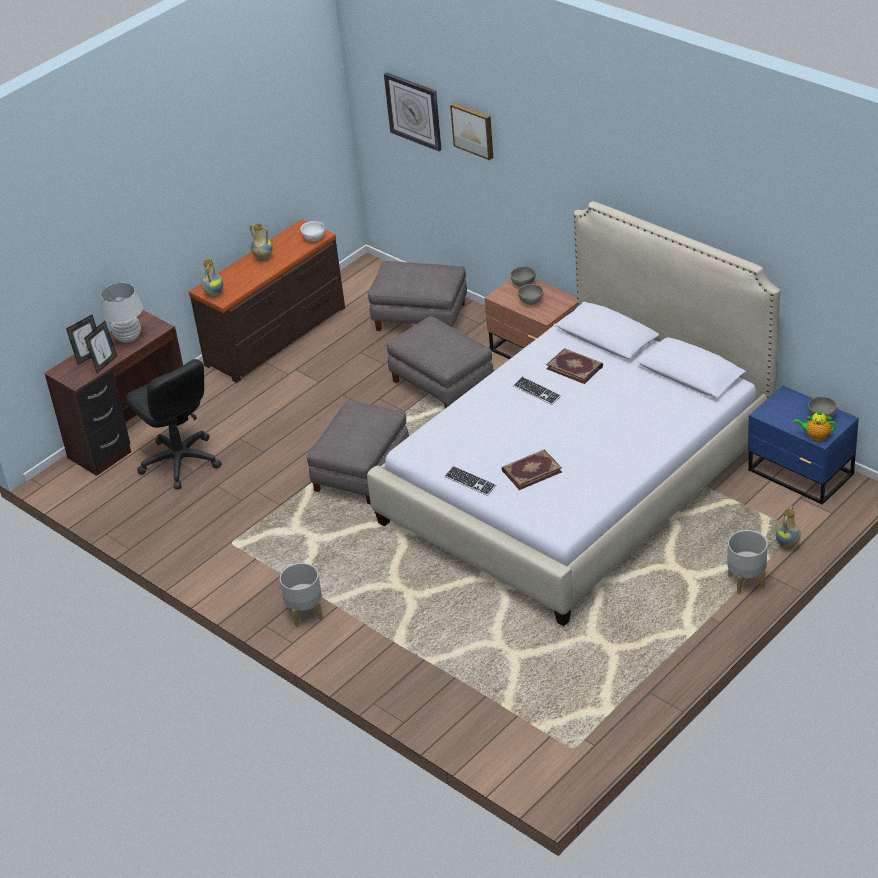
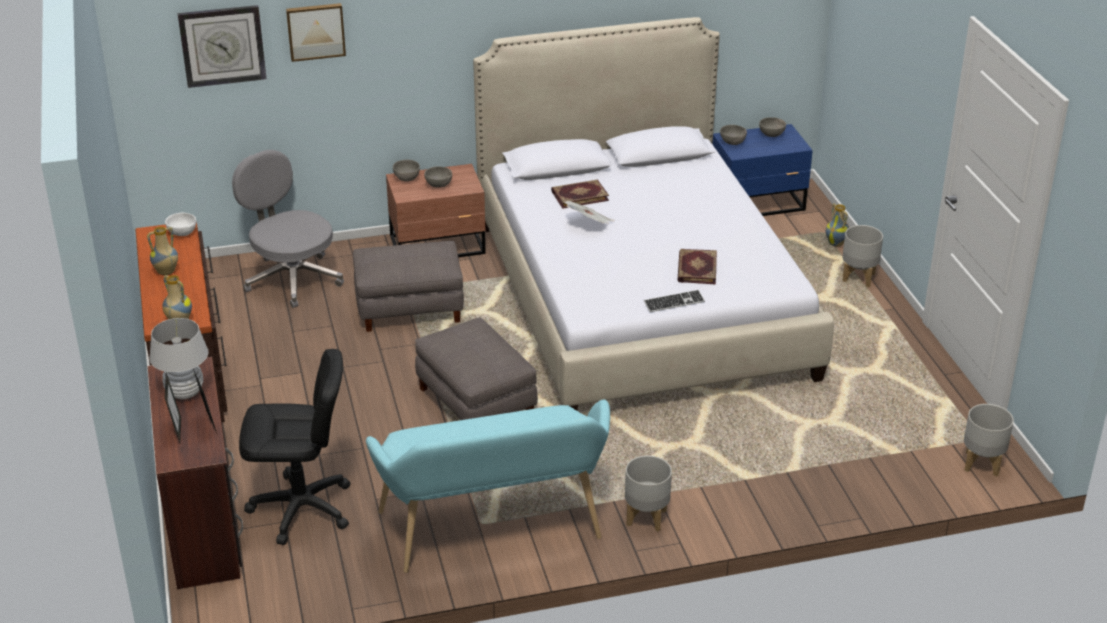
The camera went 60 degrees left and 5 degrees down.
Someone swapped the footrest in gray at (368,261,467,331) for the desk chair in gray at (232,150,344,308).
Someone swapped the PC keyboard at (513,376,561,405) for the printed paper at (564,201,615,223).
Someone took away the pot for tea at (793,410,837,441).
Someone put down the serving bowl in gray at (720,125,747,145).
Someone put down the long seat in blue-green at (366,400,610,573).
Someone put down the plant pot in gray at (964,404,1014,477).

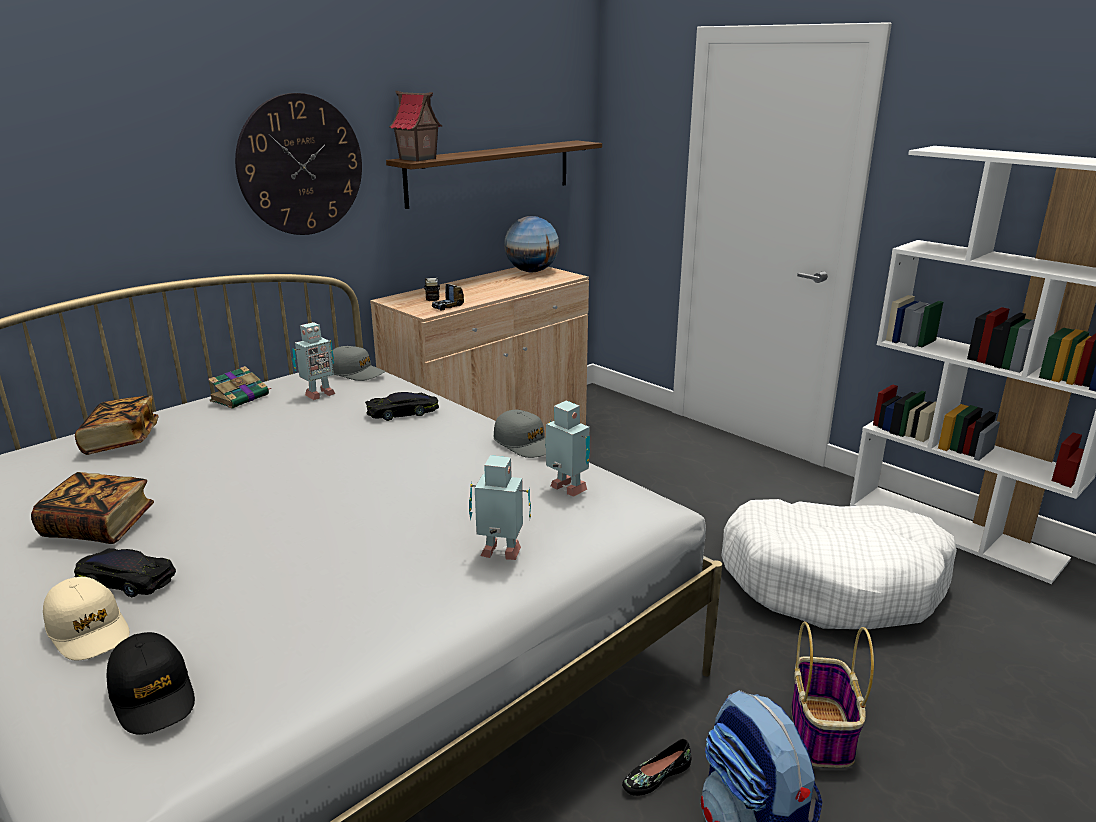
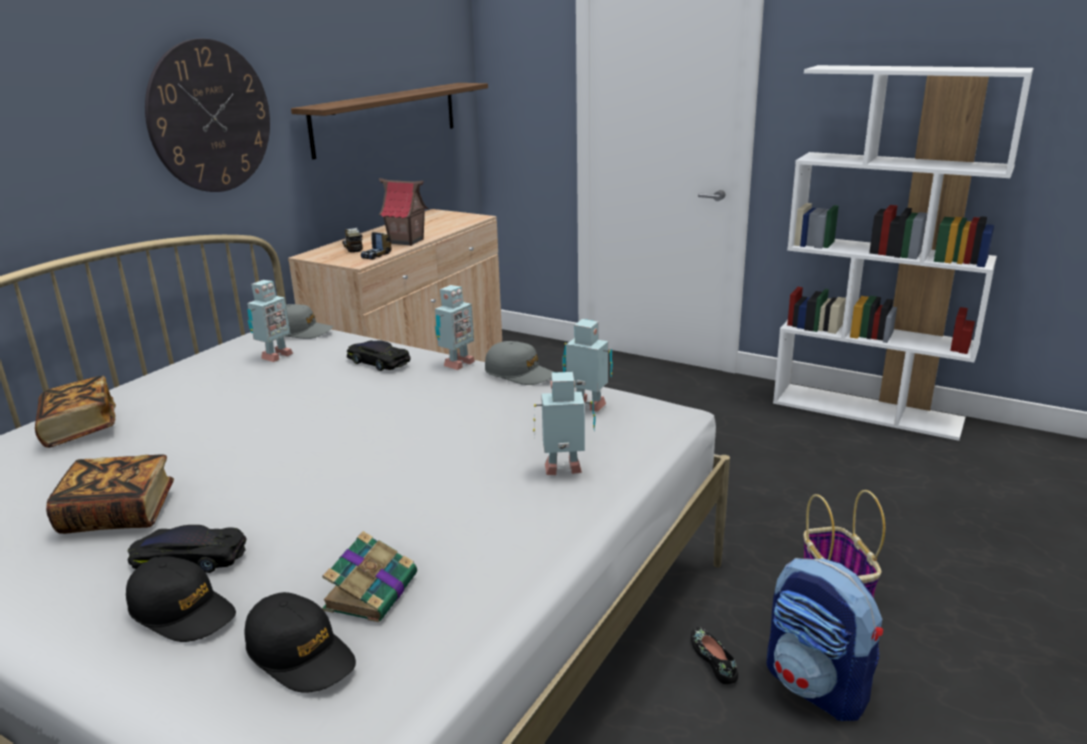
The camera went 15 degrees left and 0 degrees up.
Someone carried the model house from (389,91,443,162) to (379,178,428,246).
Someone took away the world globe at (504,216,559,272).
Someone carried the bound book from (208,366,272,409) to (322,531,417,622).
Someone rotated the model car in black-coloured at (365,392,439,421) by 105 degrees counterclockwise.
Someone took away the dog bed in whitish at (721,499,957,629).
Someone repainted the cap in beige-coloured at (43,577,130,661), which became the cap in black-coloured at (126,556,236,642).
Someone rotated the shoe in black-coloured at (622,739,692,796) by 120 degrees clockwise.
Someone put down the model robot at (435,285,475,370).

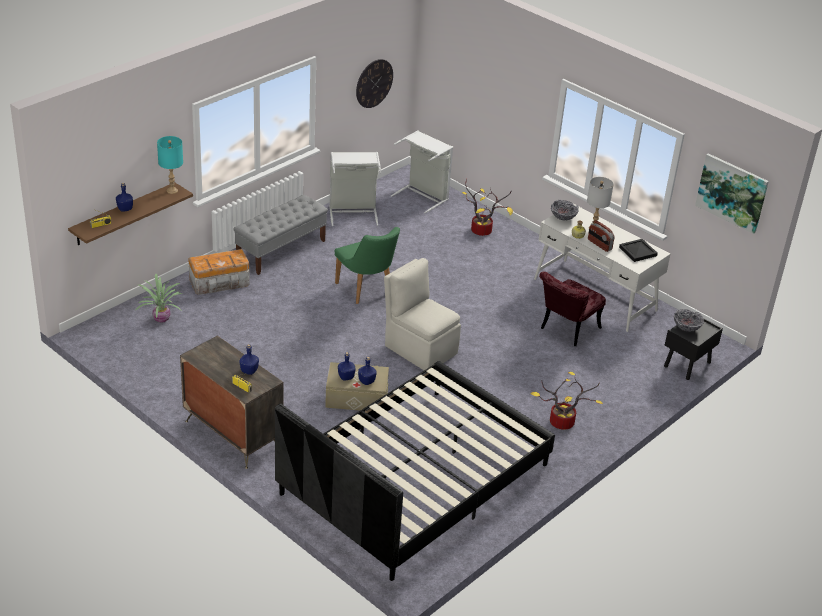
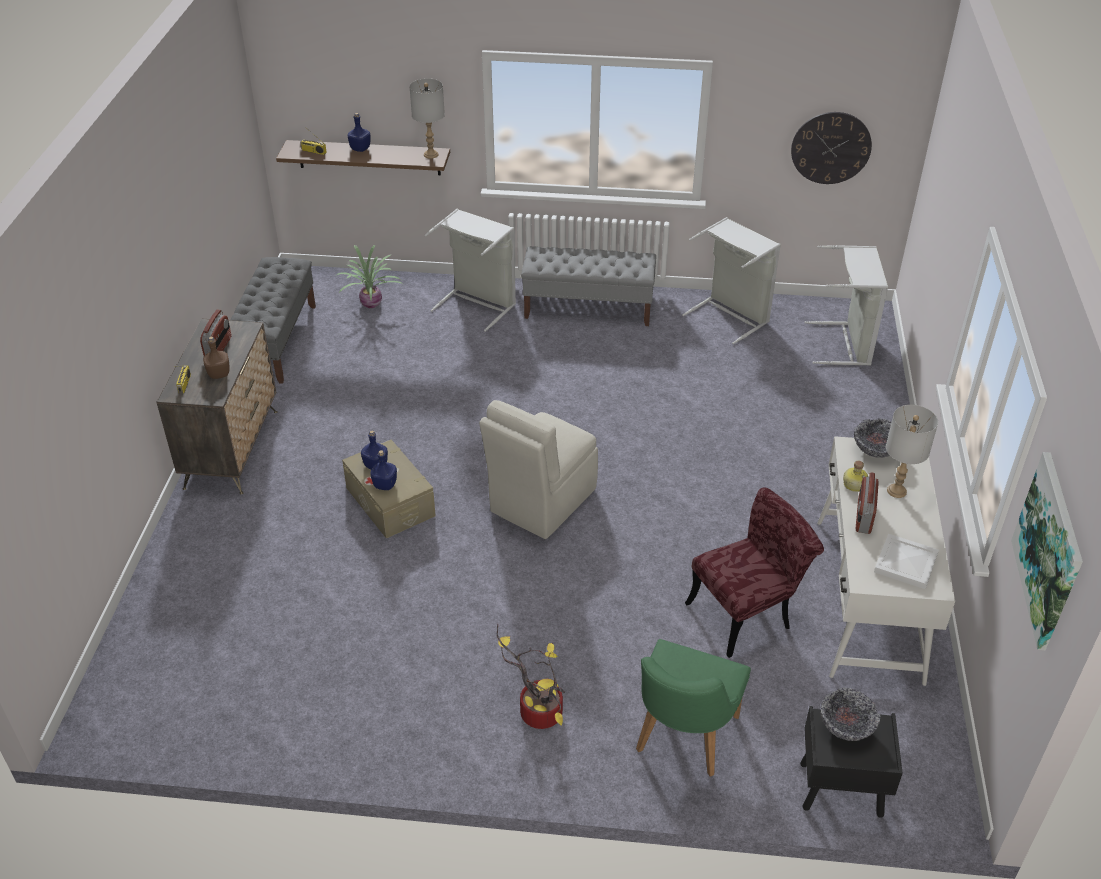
The camera went 55 degrees right and 5 degrees up.
Someone repainted the table lamp in blue-green at (157,136,183,194), which became the table lamp in gray at (409,78,445,159).
Someone took away the plant in a pot at (462,179,513,236).
Someone carried the plain chair in green from (335,227,400,304) to (636,639,751,776).
Someone repainted the carrying tray in black-coloured at (619,239,658,262), which became the carrying tray in whitish at (874,534,939,589).
Someone swapped the storage box at (188,249,250,295) for the washing basket in gray at (424,209,516,332).
Someone rotated the plain chair in beige-coloured at (384,258,461,370) by 150 degrees counterclockwise.
Someone rotated the plain chair in red-coloured at (539,272,606,346) by 150 degrees clockwise.
Someone repainted the beverage bottle in blue-coloured at (240,344,259,375), which became the beverage bottle in brown at (203,337,230,379).
Someone took away the sleeping bed in black-coloured at (275,361,555,581).
Someone put down the long seat in gray at (230,257,316,384).
Someone put down the radio set at (200,309,231,356).

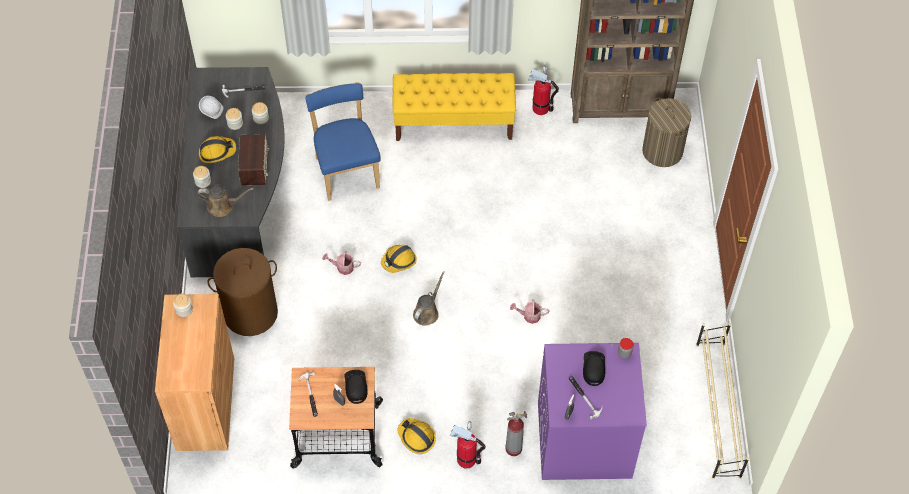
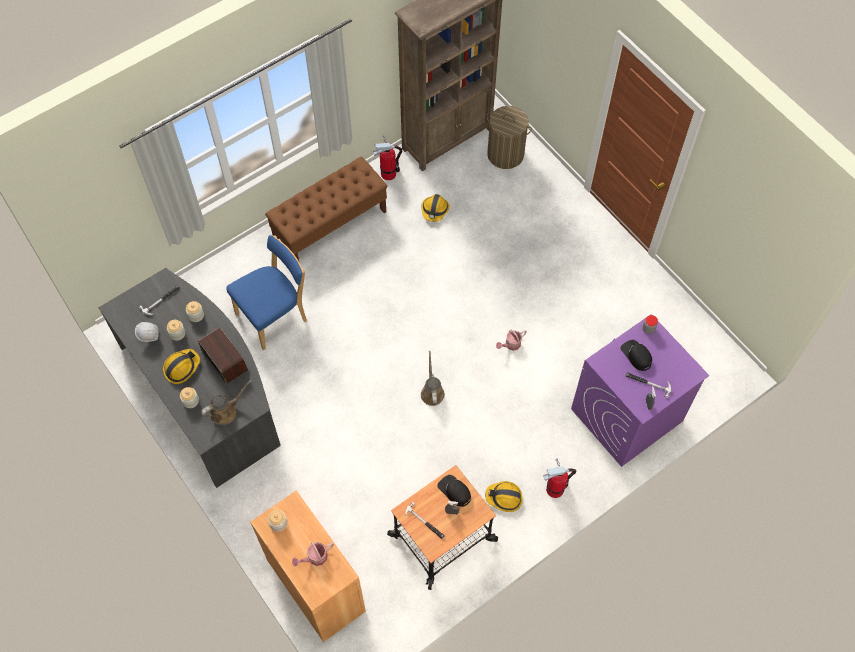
The camera went 35 degrees left and 5 degrees up.
Someone repainted the long seat in yellowish at (393,73,516,141), which became the long seat in brown at (265,156,387,261).
Someone rotated the plain chair in blue-coloured at (305,82,380,201) by 105 degrees clockwise.
Someone carried the hard hat from (381,245,417,273) to (421,194,449,222).
Someone took away the washing basket in brown at (207,248,278,336).
Someone carried the watering can from (322,251,361,275) to (292,542,334,566).
Someone took away the shoe stand in beige-coloured at (696,323,749,479).
Someone took away the fire-fighting cylinder at (506,411,527,456).

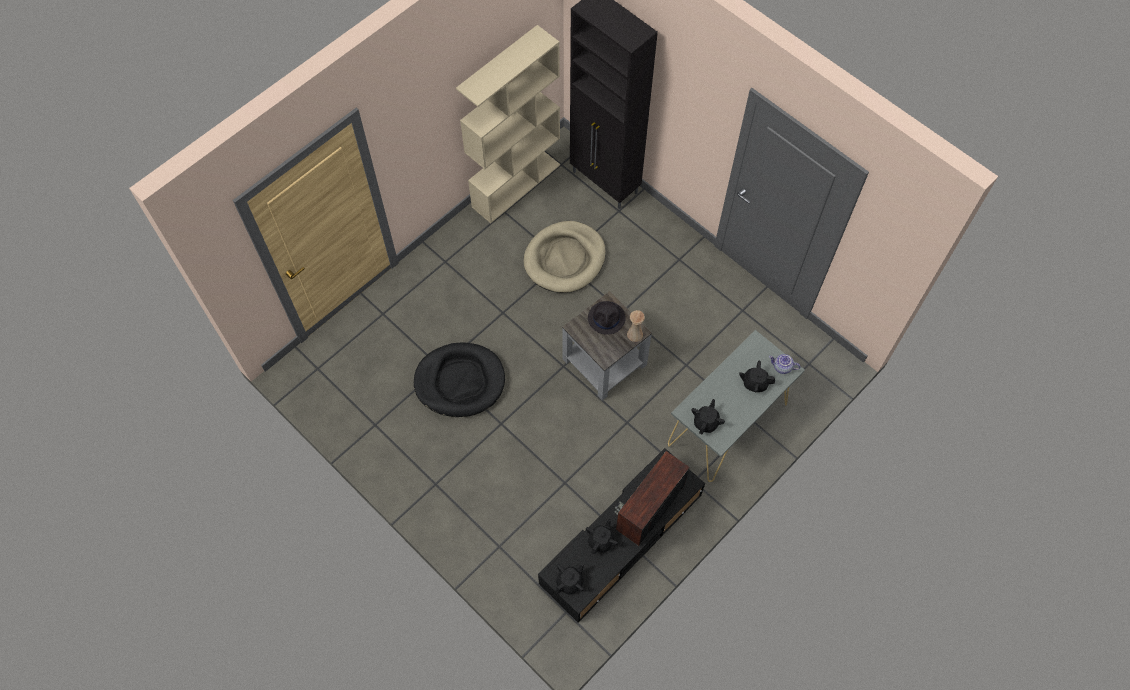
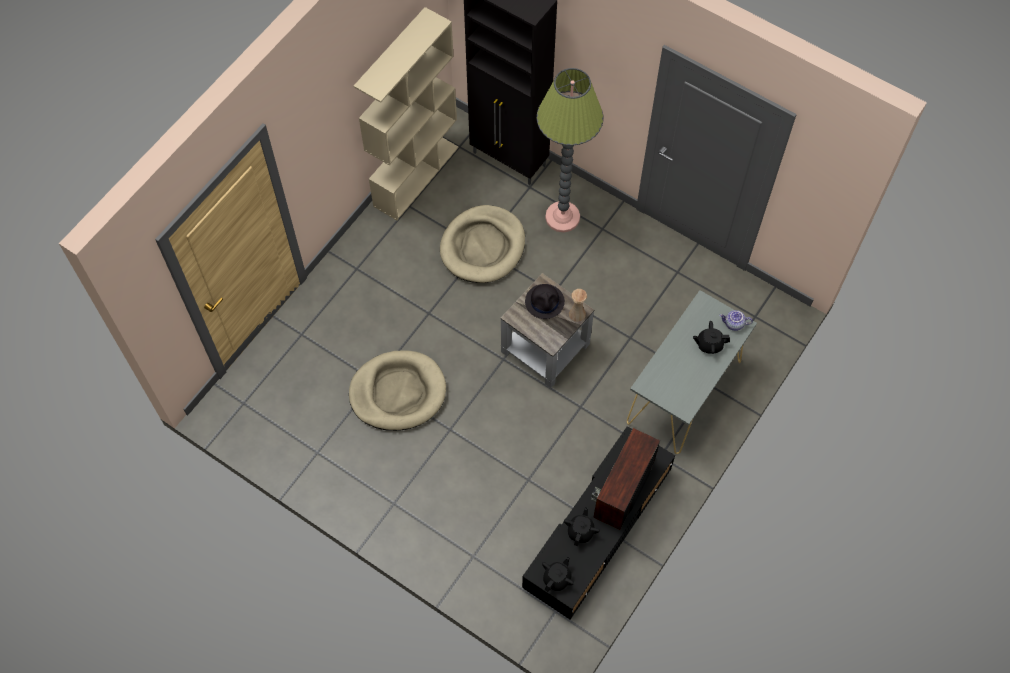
The camera went 10 degrees left and 0 degrees up.
Someone repainted the dog bed in black-coloured at (414,342,505,417), which became the dog bed in beige-coloured at (349,350,446,431).
Someone took away the pot for tea in black-coloured at (691,399,725,434).
Someone put down the standard lamp at (537,68,603,232).

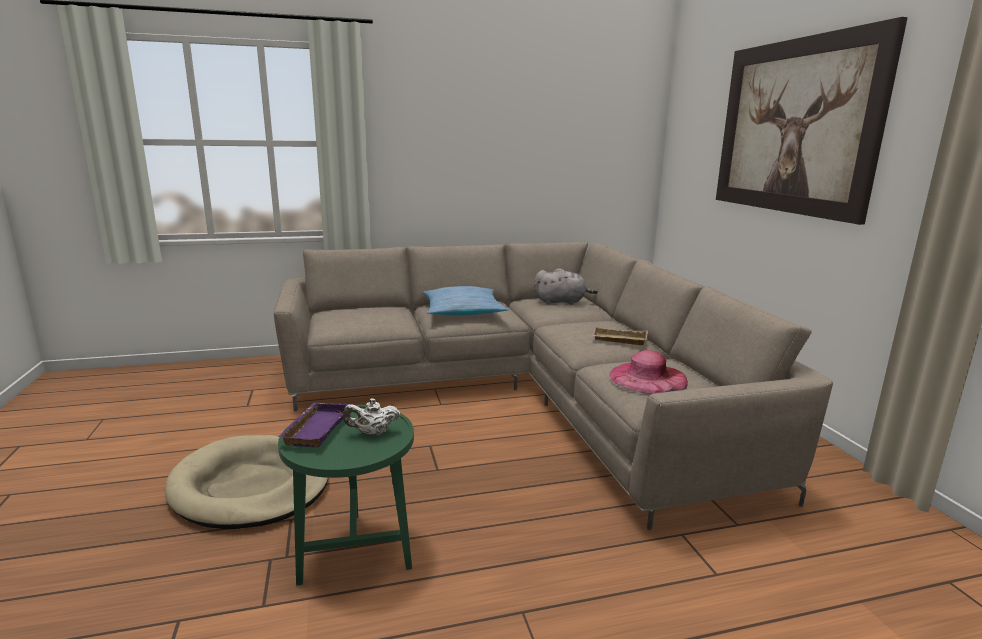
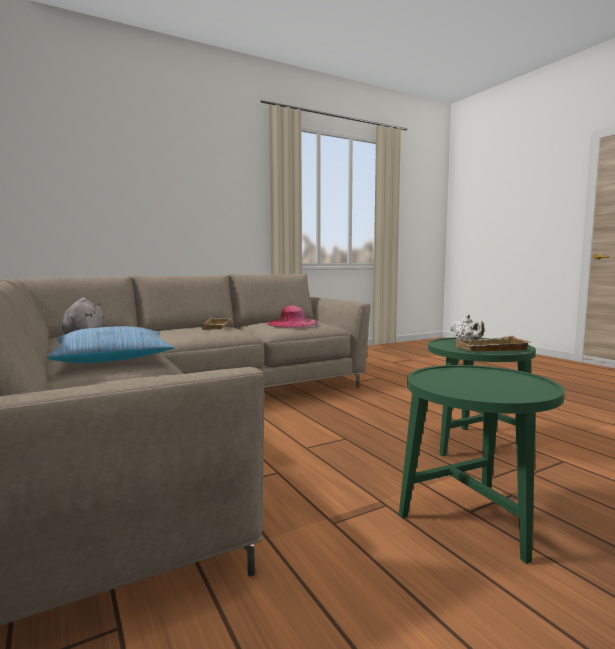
The camera went 105 degrees left and 10 degrees down.
Someone took away the picture at (716,17,908,225).
Someone repainted the carrying tray in purple at (278,403,349,447), which became the carrying tray in beige-coloured at (455,336,531,352).
Someone swapped the dog bed in beige-coloured at (165,435,329,529) for the end table in green at (399,365,565,564).

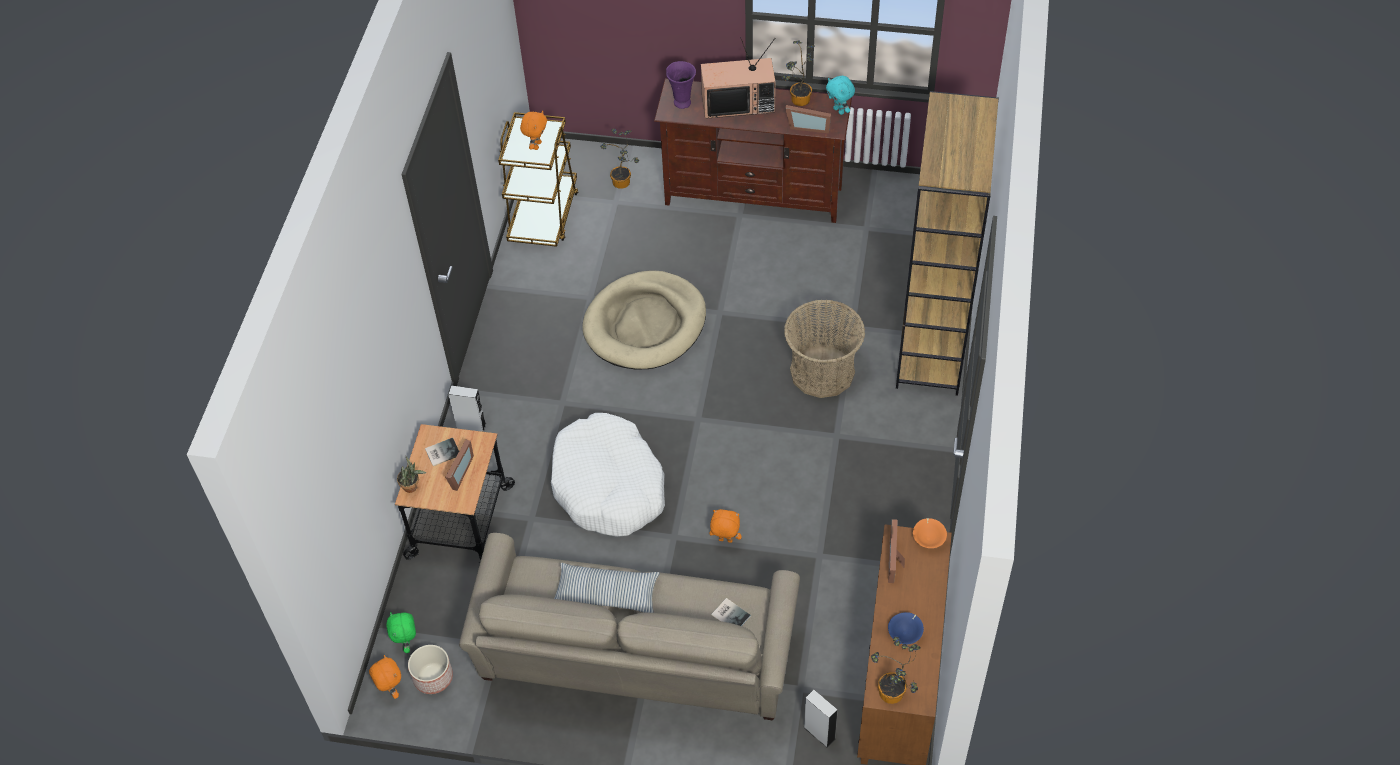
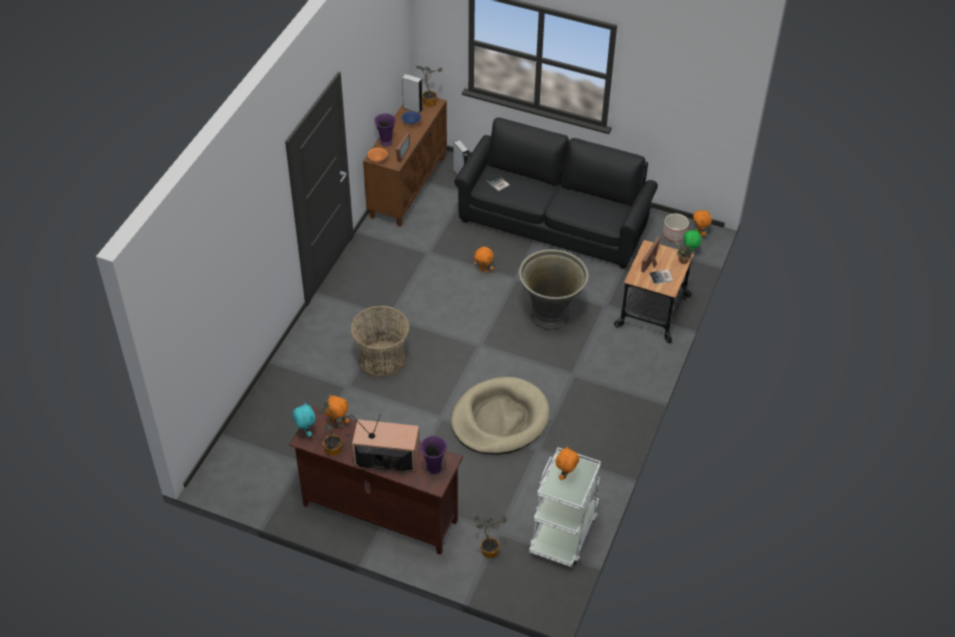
The camera went 170 degrees left and 5 degrees down.
Someone took away the shelving unit in brown at (896,91,999,396).
Someone swapped the standing frame at (785,105,831,133) for the plush toy in orange at (324,395,349,424).
Someone repainted the trolley in brown at (498,112,578,247), which became the trolley in whitish at (529,447,601,567).
Someone carried the loudspeaker in gray from (448,386,486,432) to (402,74,423,113).
Someone swapped the dog bed in whitish at (551,413,665,537) for the plant pot in gray at (519,249,589,330).
Someone repainted the couch in beige-coloured at (459,533,800,720), which became the couch in black-coloured at (454,118,658,269).
Someone took away the pillow at (554,563,660,613).
Someone put down the vase in purple at (374,113,396,147).

